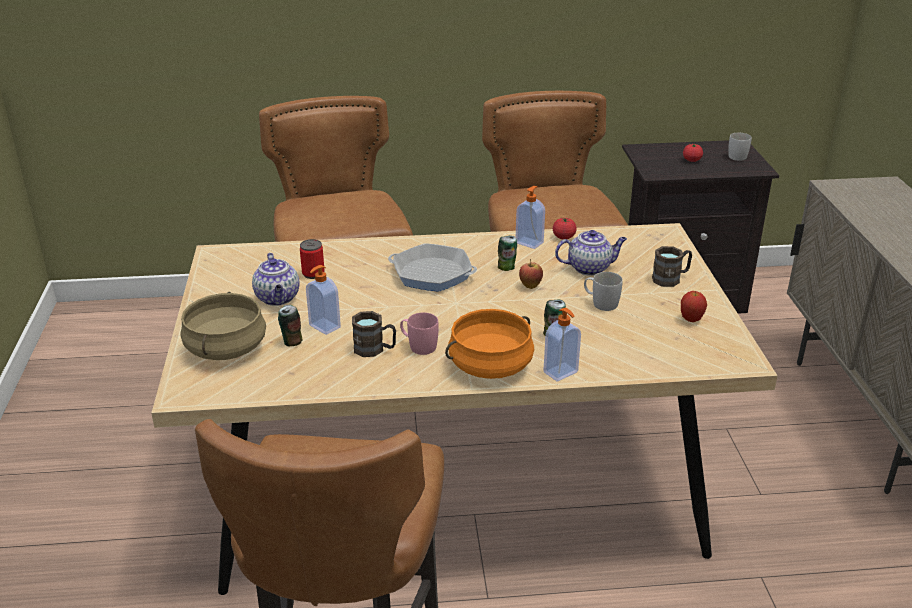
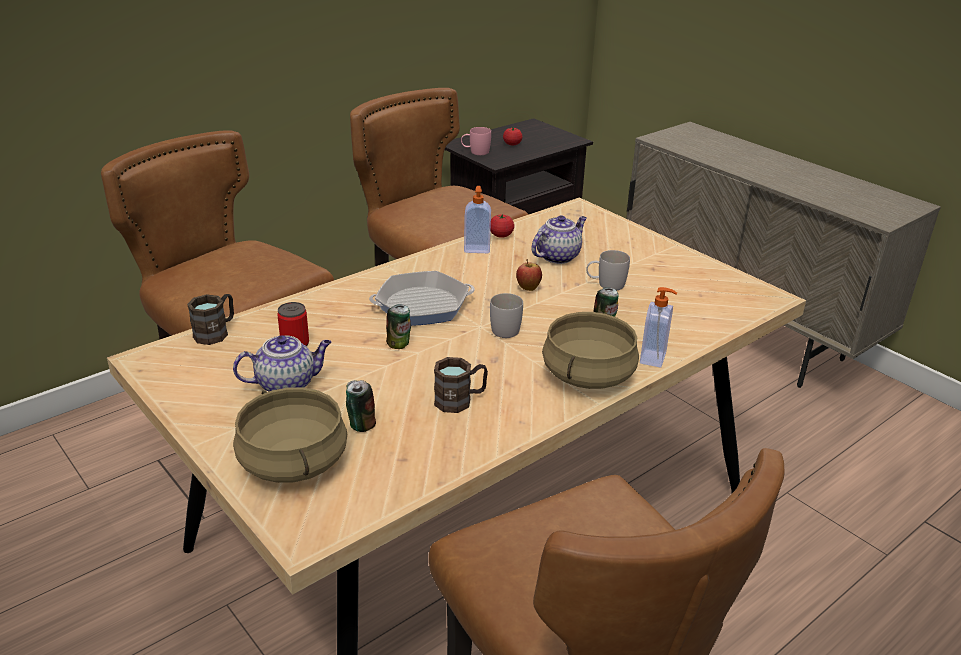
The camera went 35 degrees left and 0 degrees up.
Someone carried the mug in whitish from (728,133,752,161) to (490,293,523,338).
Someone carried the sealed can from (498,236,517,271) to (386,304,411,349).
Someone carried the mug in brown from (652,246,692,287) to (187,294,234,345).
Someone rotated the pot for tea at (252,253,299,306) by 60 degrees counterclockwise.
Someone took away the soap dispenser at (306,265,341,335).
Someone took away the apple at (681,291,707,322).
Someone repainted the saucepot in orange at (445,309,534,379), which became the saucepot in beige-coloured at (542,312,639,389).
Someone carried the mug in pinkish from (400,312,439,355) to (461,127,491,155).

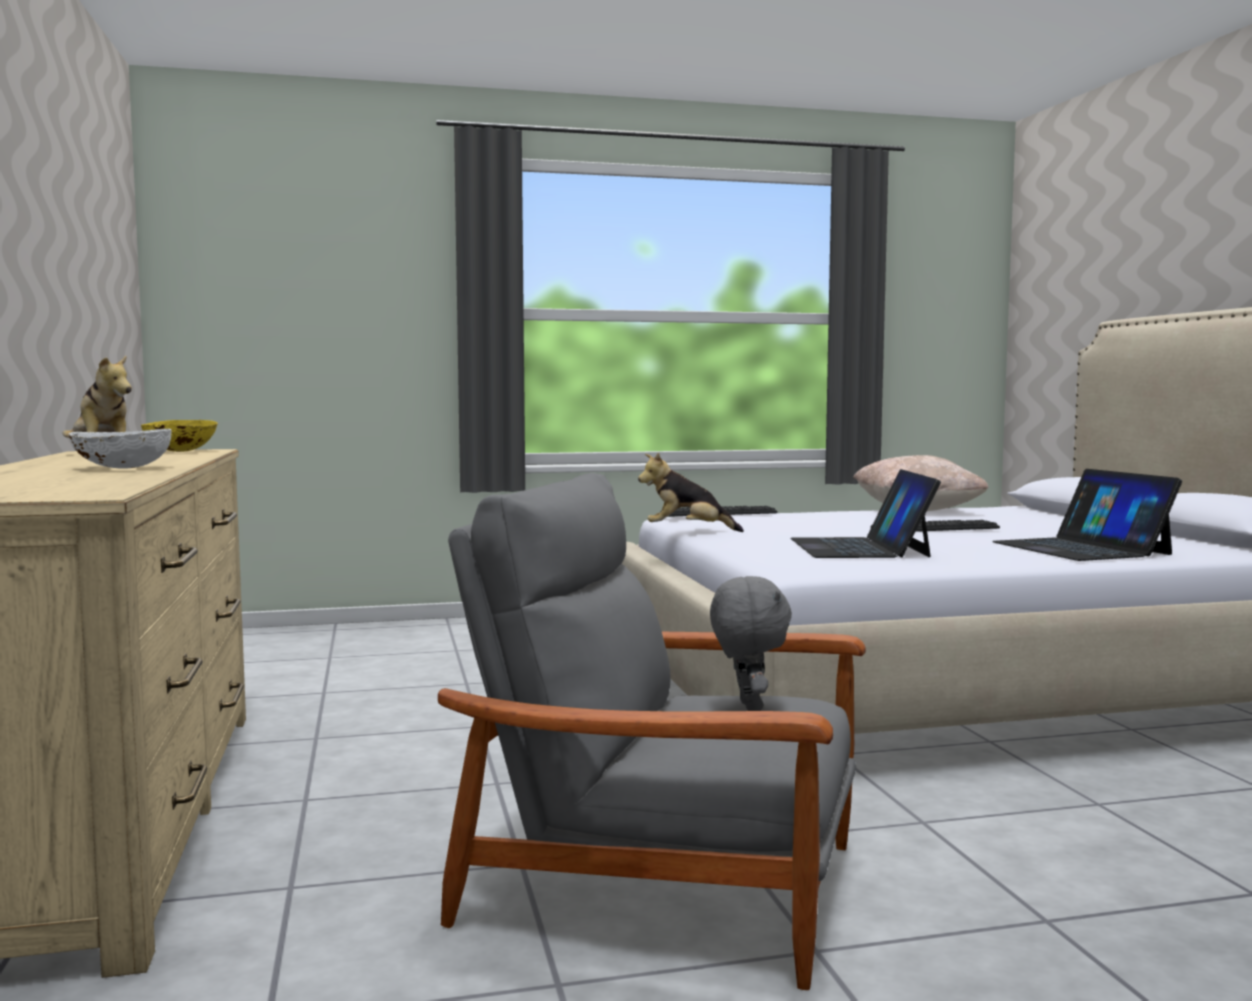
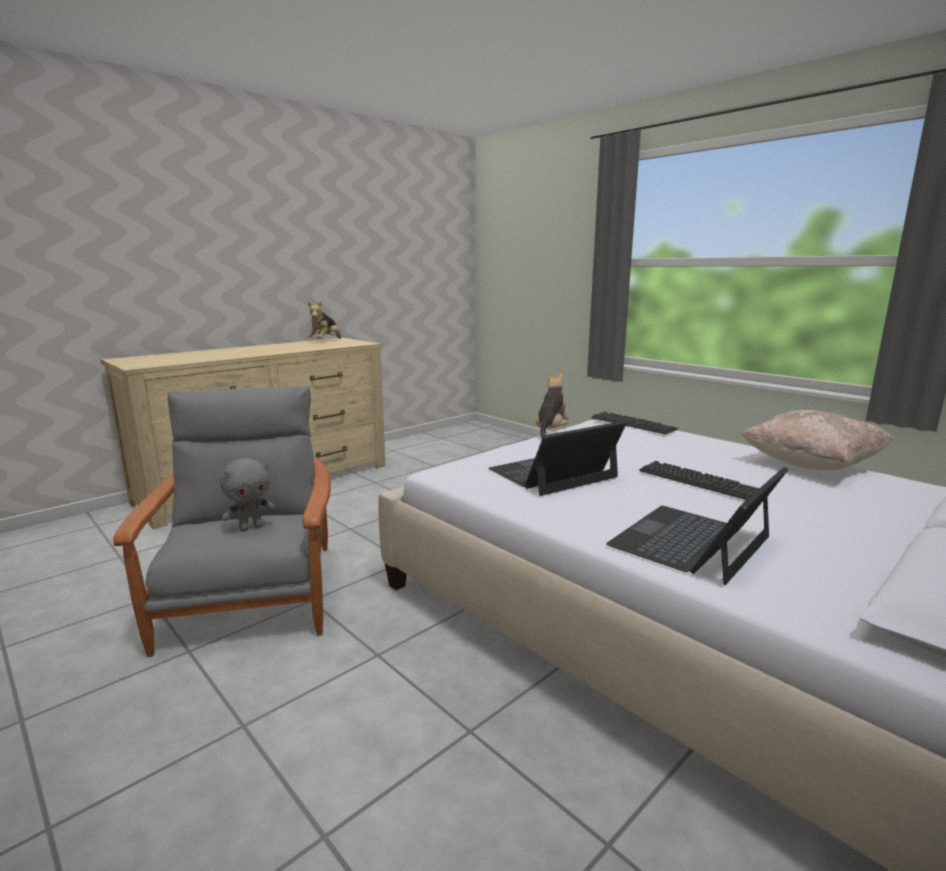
The camera went 60 degrees right and 10 degrees up.
Someone took away the serving bowl in yellowish at (141,420,218,452).
Someone took away the serving bowl in whitish at (68,429,172,469).
Someone rotated the plush toy at (638,453,744,532) by 45 degrees clockwise.

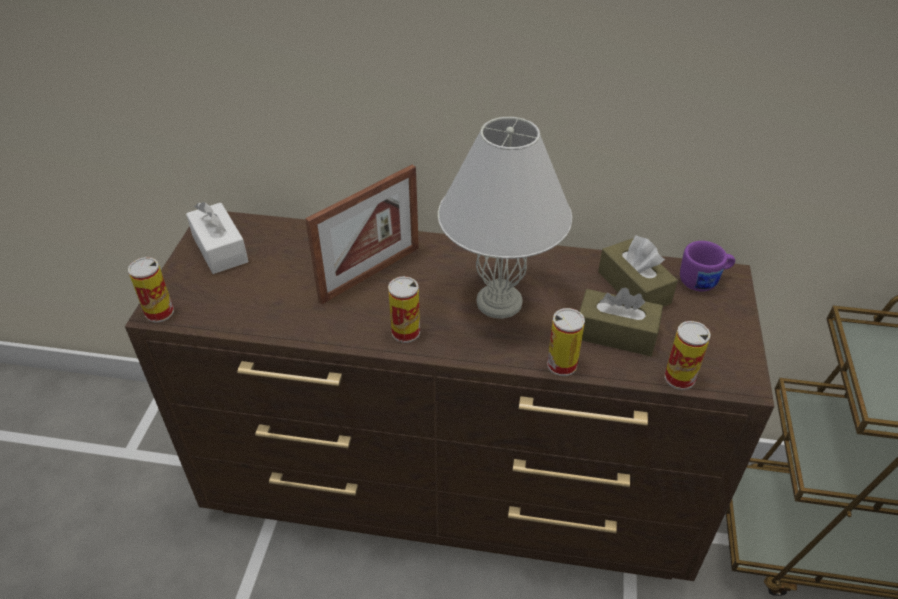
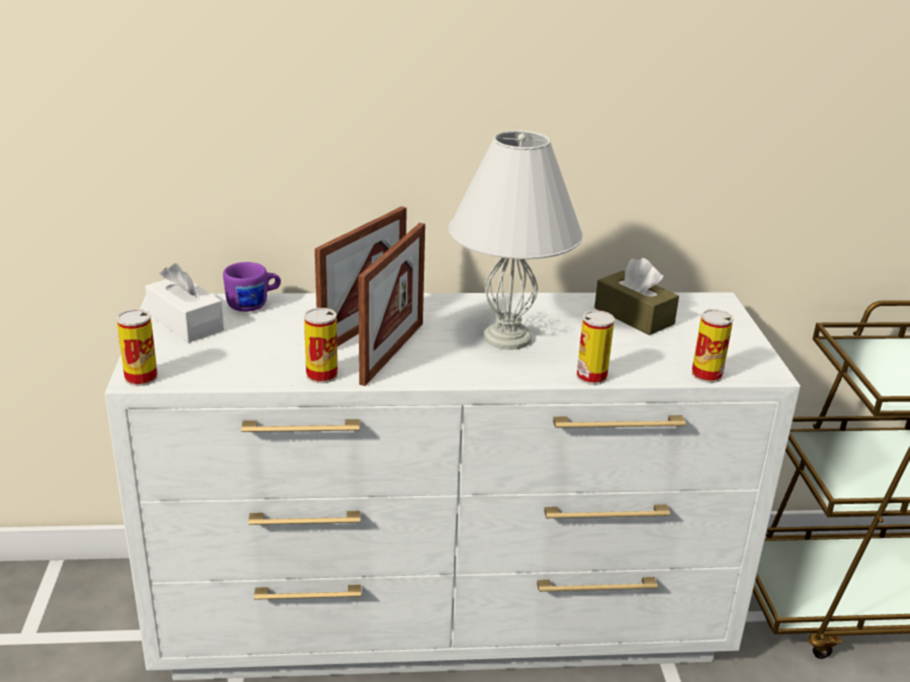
The camera went 15 degrees left and 15 degrees down.
Someone repainted the chest of drawers in brown at (125,211,774,581), which became the chest of drawers in whitish at (105,292,800,680).
Someone carried the mug in purple from (680,241,735,292) to (223,262,281,312).
Someone carried the sealed can from (388,276,420,343) to (304,308,338,383).
Someone took away the box of tissues in brown at (579,287,663,356).
Someone put down the standing frame at (358,223,425,386).

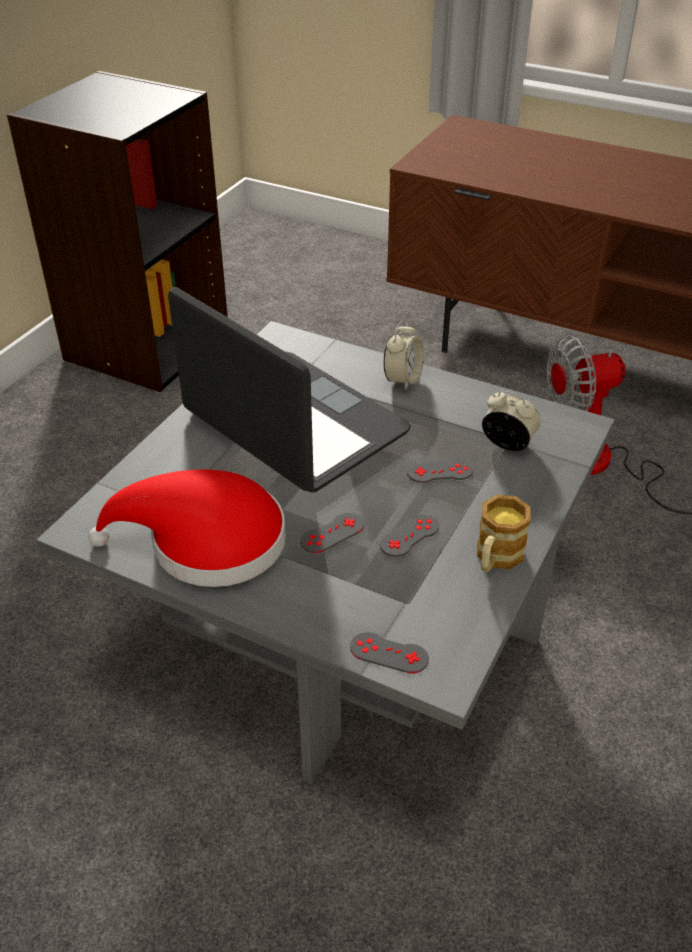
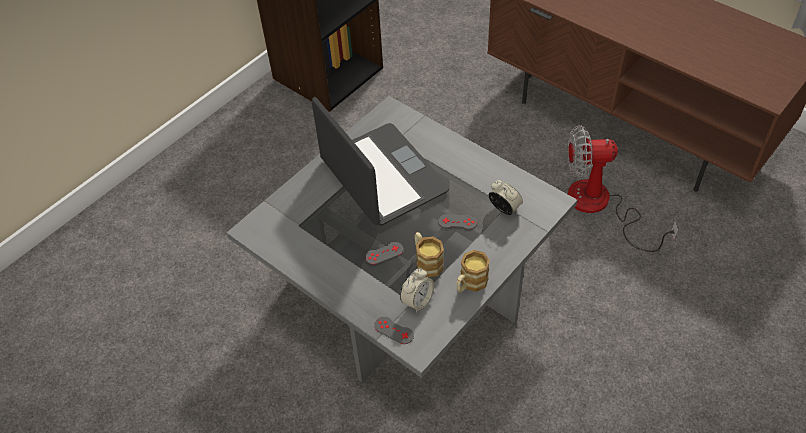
The camera went 15 degrees right and 10 degrees up.
Someone carried the alarm clock from (384,321,424,391) to (400,268,434,312).
Someone took away the hat in red-coloured at (88,470,286,587).
Someone swapped the joypad in gray at (379,514,439,557) for the mug at (415,232,444,277).

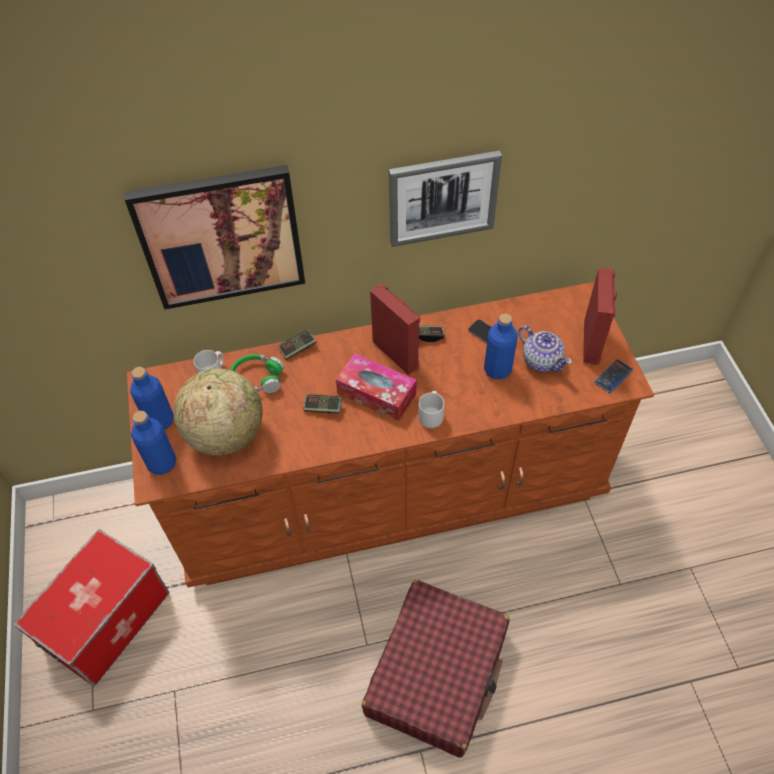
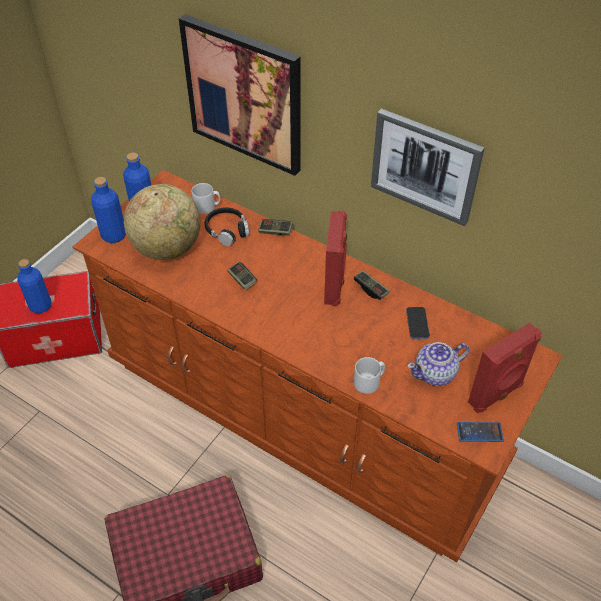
The camera went 45 degrees right and 5 degrees down.
Someone carried the beverage bottle in blue-coloured from (484,313,518,379) to (17,259,52,314).
Someone rotated the pot for tea at (518,325,572,372) by 60 degrees clockwise.
Someone took away the box of tissues at (336,353,417,421).
Someone repainted the headphones in green at (230,354,285,393), which became the headphones in black-coloured at (205,207,249,246).
Someone carried the mug in gray from (418,391,445,428) to (354,357,385,394).

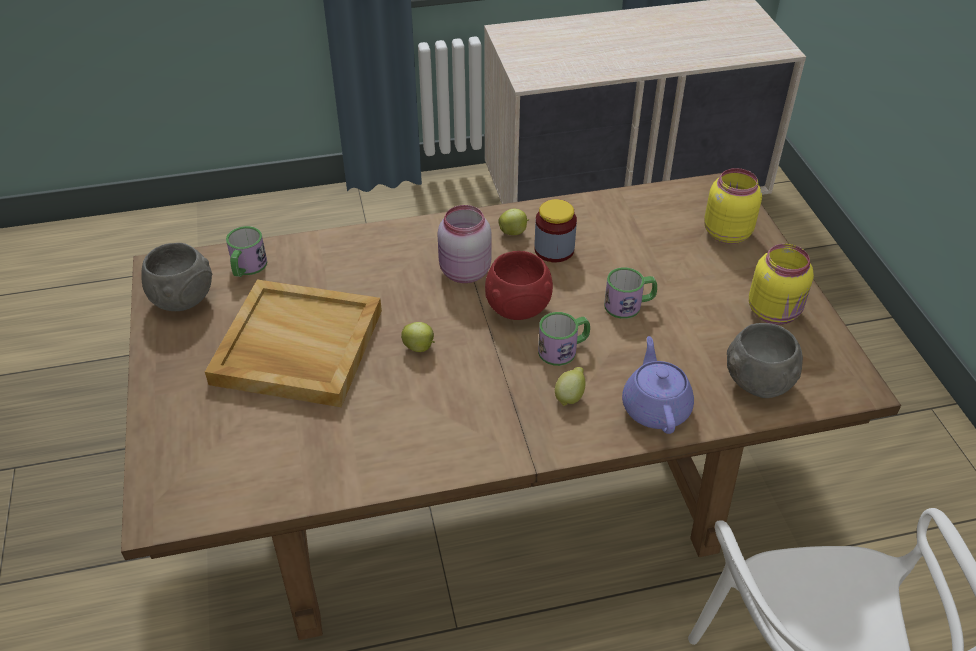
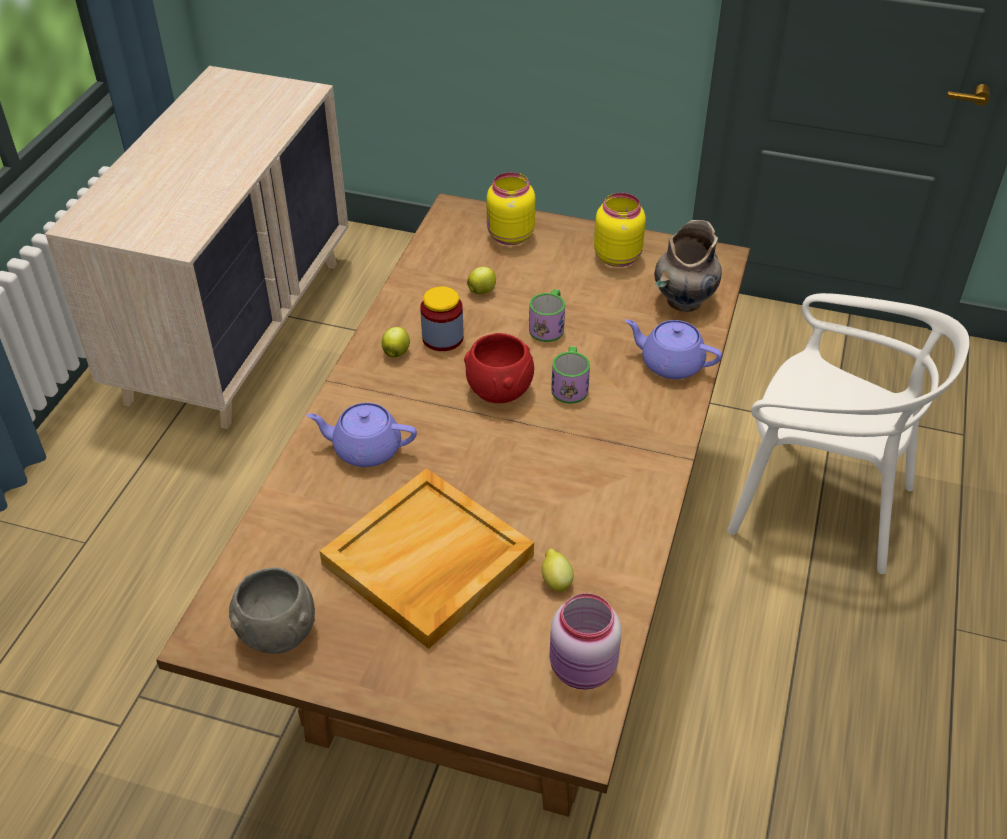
The camera went 60 degrees left and 0 degrees up.
Someone carried the jar in pinkish from (438,205,492,283) to (549,593,622,690).
Someone took away the mug at (226,226,267,277).
Someone carried the apple from (401,322,435,352) to (467,267,496,294).
Someone swapped the serving bowl in gray at (727,323,803,398) for the vase in gray at (654,220,722,312).
Someone carried the lemon from (555,367,586,406) to (541,548,574,592).
Someone put down the pot for tea in purple at (306,403,417,467).

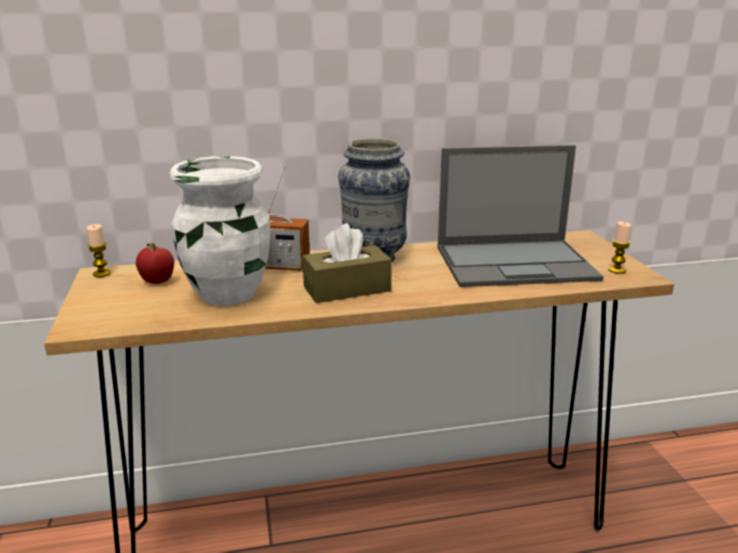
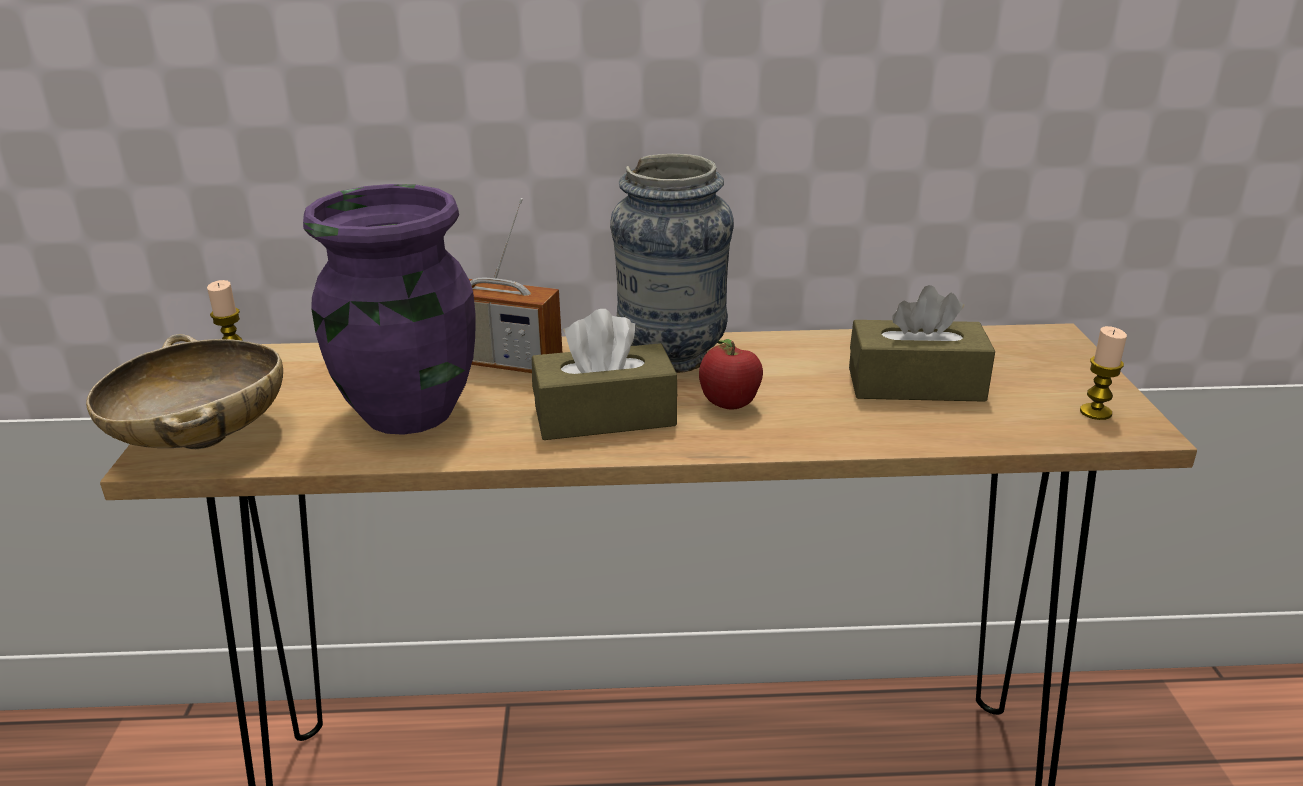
The camera went 10 degrees right and 5 degrees up.
Someone swapped the notebook computer at (438,145,603,287) for the box of tissues in brown at (849,285,995,402).
Someone repainted the vase in whitish at (170,156,270,306), which became the vase in purple at (303,184,476,435).
Someone carried the apple from (136,243,174,284) to (699,339,763,410).
Someone put down the serving bowl in beige-coloured at (86,334,283,449).

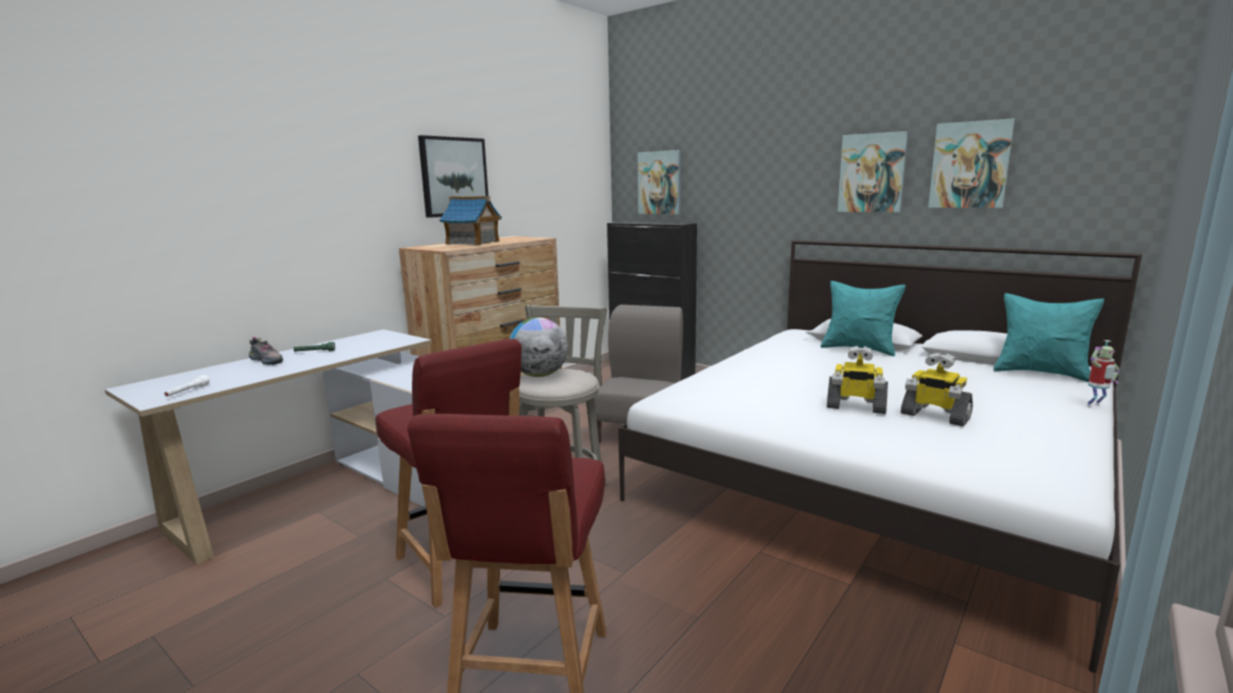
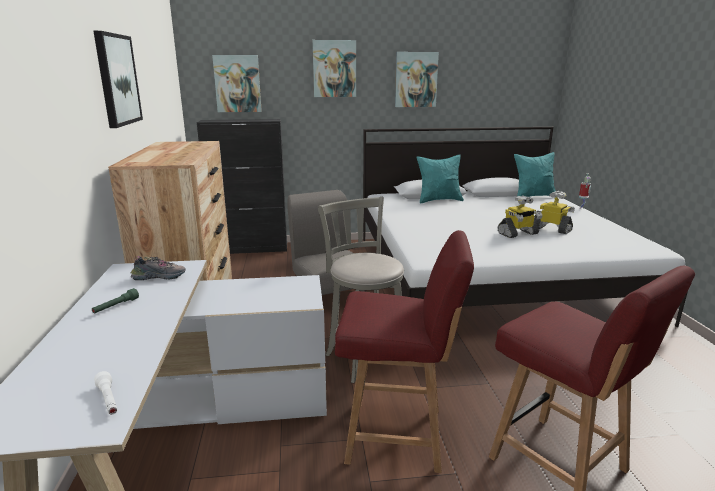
The camera went 45 degrees left and 5 degrees up.
Someone carried the picture from (928,119,1015,208) to (312,40,356,97).
Someone took away the model house at (439,196,502,245).
Someone took away the world globe at (509,317,568,377).
Someone carried the shoe from (249,337,284,365) to (130,256,186,280).
Someone rotated the model robot at (901,353,973,427) by 135 degrees counterclockwise.

